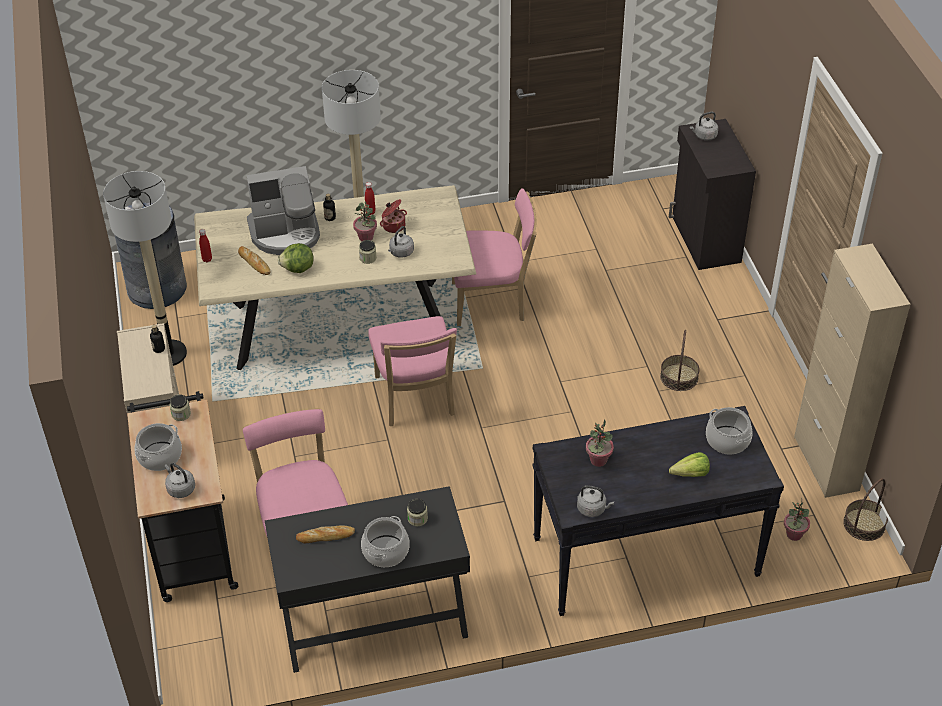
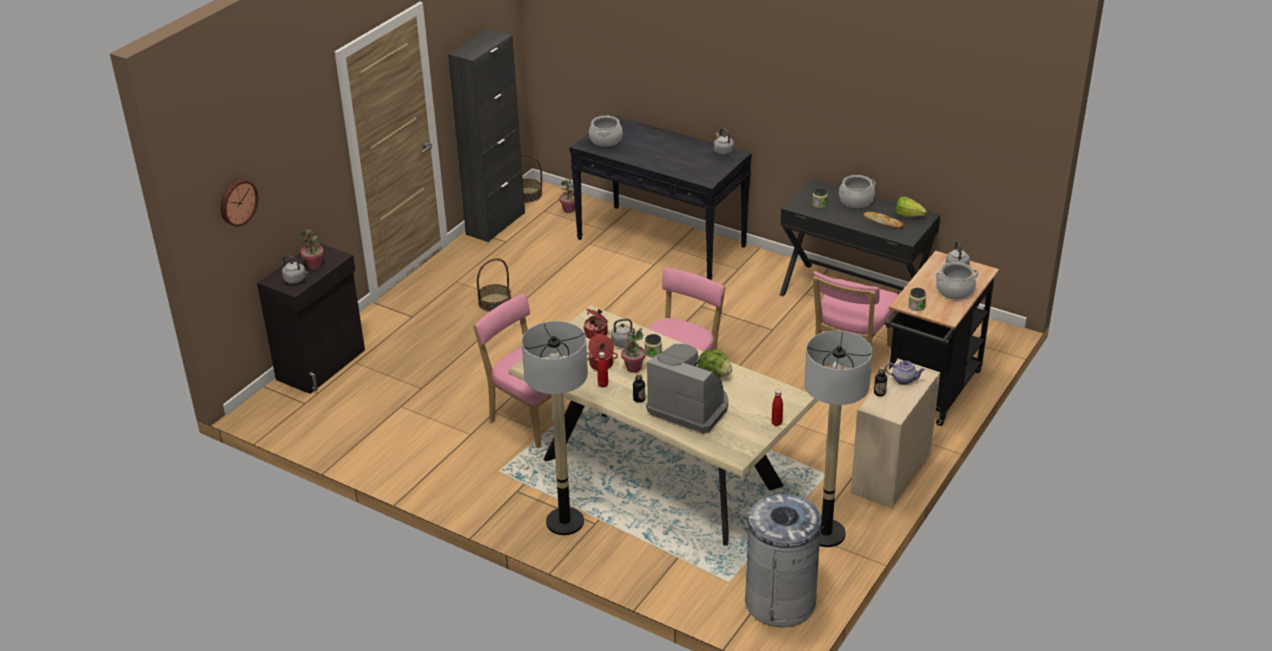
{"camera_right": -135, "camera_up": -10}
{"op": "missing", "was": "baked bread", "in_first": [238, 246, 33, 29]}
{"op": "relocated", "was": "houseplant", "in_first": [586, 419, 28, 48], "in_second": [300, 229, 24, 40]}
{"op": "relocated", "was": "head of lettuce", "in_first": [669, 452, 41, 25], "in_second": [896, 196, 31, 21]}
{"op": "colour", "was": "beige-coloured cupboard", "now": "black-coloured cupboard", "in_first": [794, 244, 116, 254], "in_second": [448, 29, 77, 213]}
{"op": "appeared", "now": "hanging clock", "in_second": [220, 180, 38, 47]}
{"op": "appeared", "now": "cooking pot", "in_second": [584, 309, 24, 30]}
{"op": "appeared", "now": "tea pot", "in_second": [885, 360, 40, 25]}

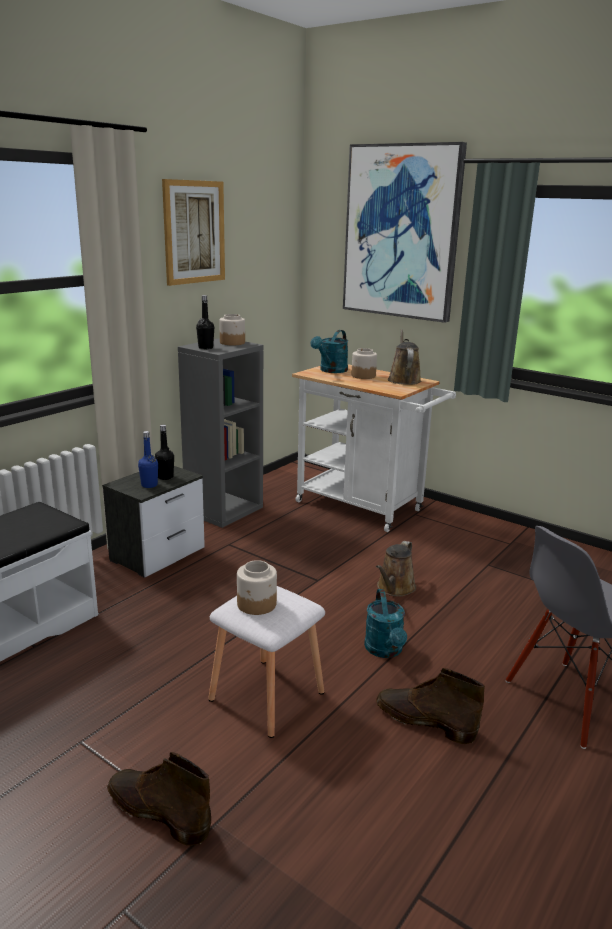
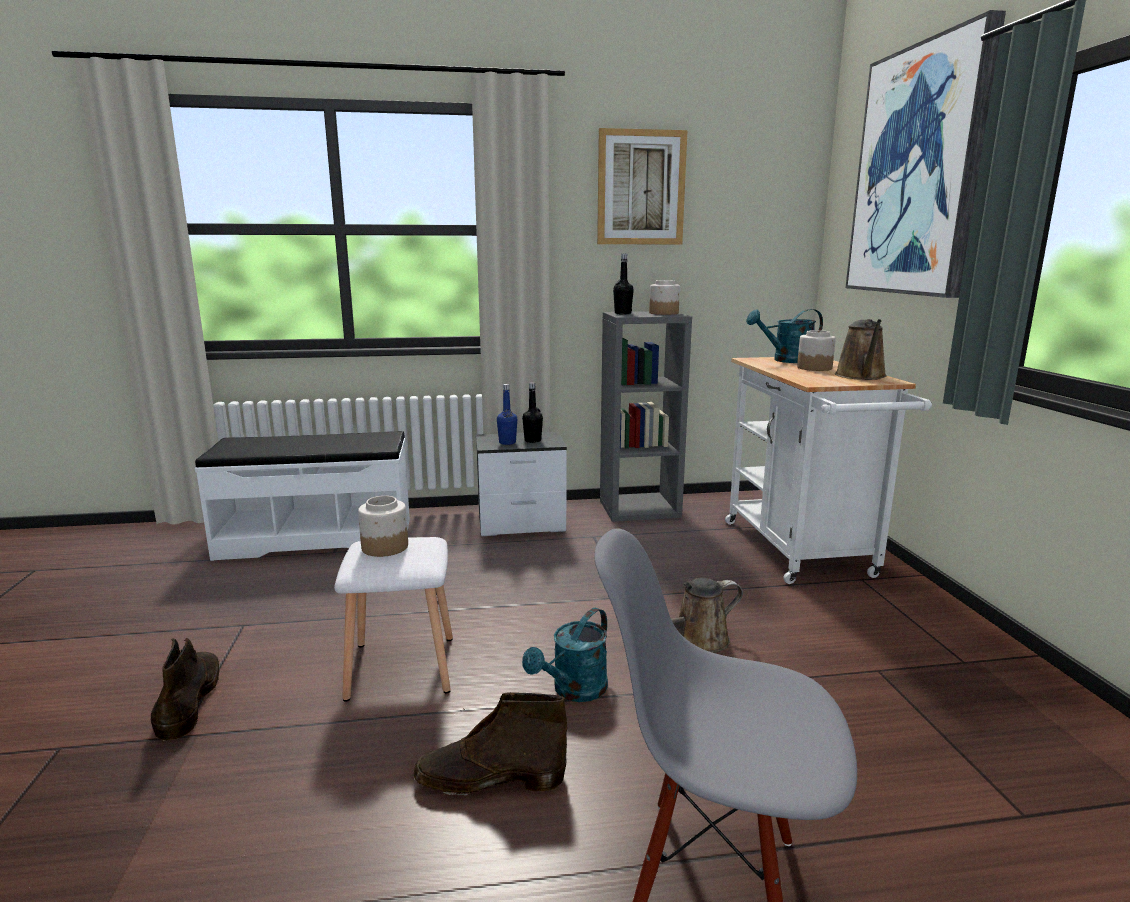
{"camera_right": 45, "camera_up": -5}
{"op": "spun", "was": "brown-coloured boot", "in_first": [376, 668, 109, 76], "in_second": [414, 692, 153, 104], "clockwise": -75}
{"op": "spun", "was": "brown-coloured sprinkling can", "in_first": [388, 329, 33, 56], "in_second": [835, 319, 52, 61], "clockwise": 150}

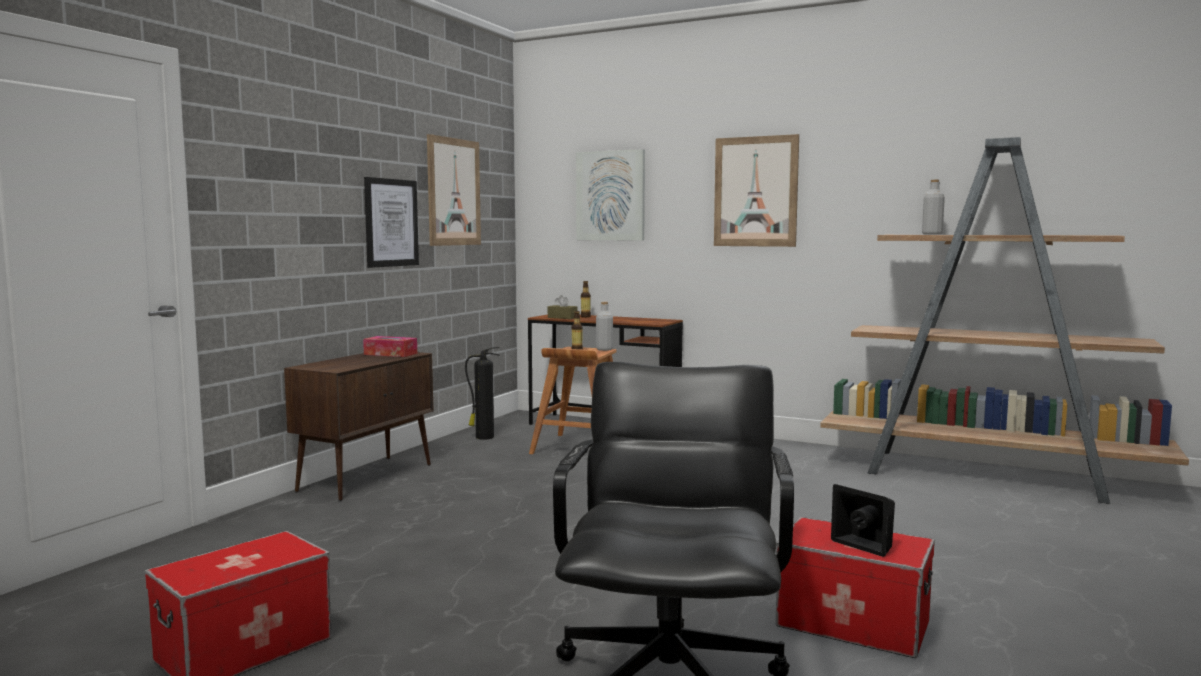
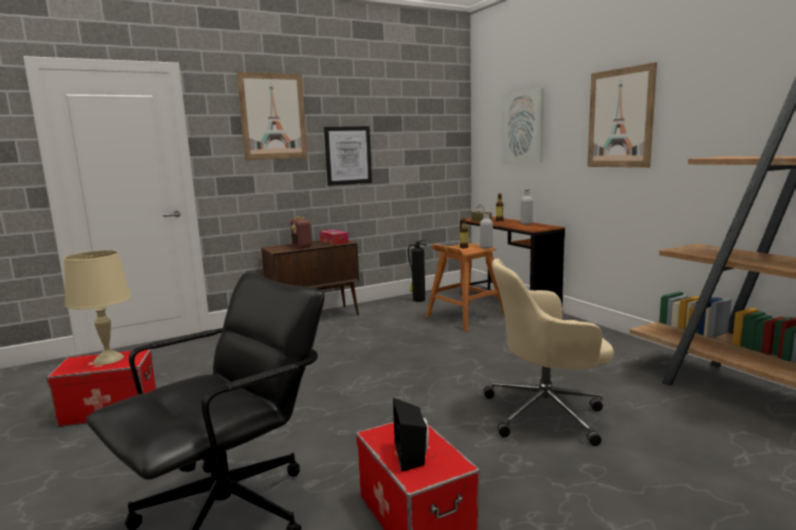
{"camera_right": 35, "camera_up": 5}
{"op": "relocated", "was": "wall picture", "in_first": [427, 134, 54, 112], "in_second": [237, 72, 71, 88]}
{"op": "relocated", "was": "gray bottle", "in_first": [922, 180, 23, 54], "in_second": [520, 189, 13, 36]}
{"op": "appeared", "now": "beige-coloured lamp for a table", "in_second": [64, 250, 67, 115]}
{"op": "appeared", "now": "radio set", "in_second": [290, 216, 23, 32]}
{"op": "appeared", "now": "beige-coloured computer chair", "in_second": [483, 259, 131, 187]}

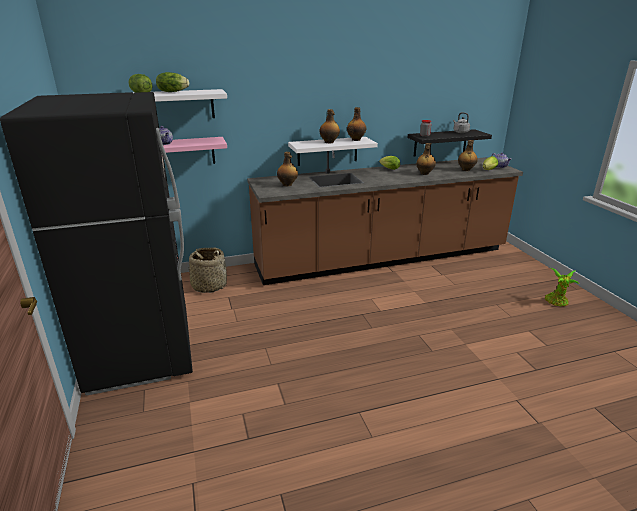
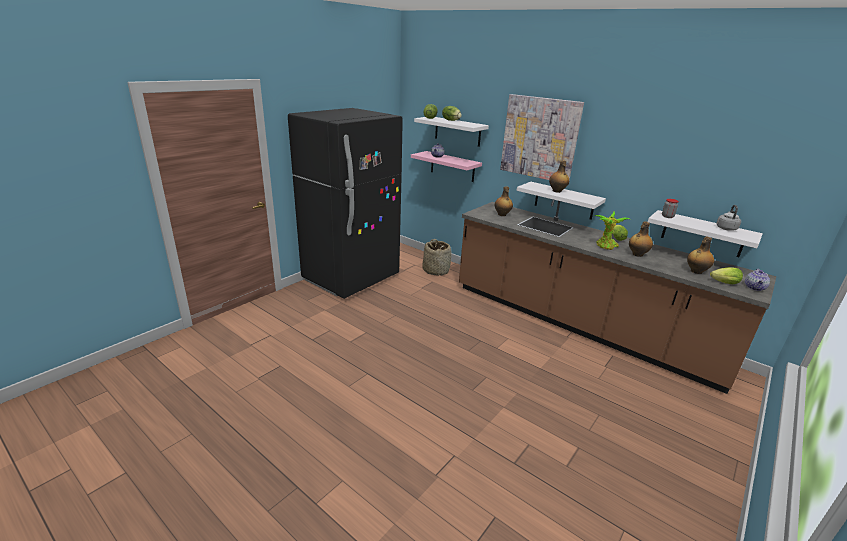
{"camera_right": 55, "camera_up": 0}
{"op": "missing", "was": "bottle", "in_first": [347, 107, 19, 34]}
{"op": "colour", "was": "black-coloured bracket shelf", "now": "white-coloured bracket shelf", "in_first": [408, 129, 84, 28], "in_second": [648, 210, 115, 47]}
{"op": "relocated", "was": "houseplant", "in_first": [545, 268, 34, 38], "in_second": [595, 211, 34, 39]}
{"op": "appeared", "now": "wall picture", "in_second": [500, 94, 84, 86]}

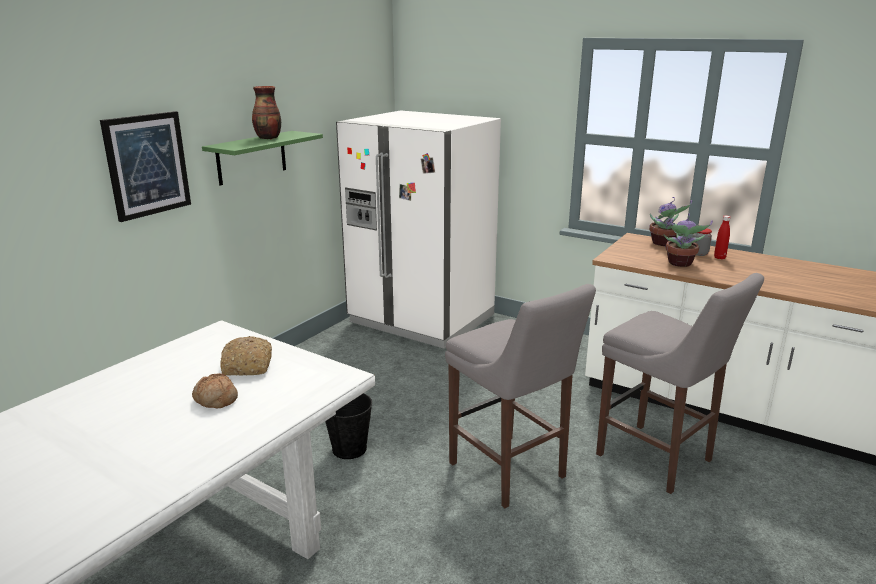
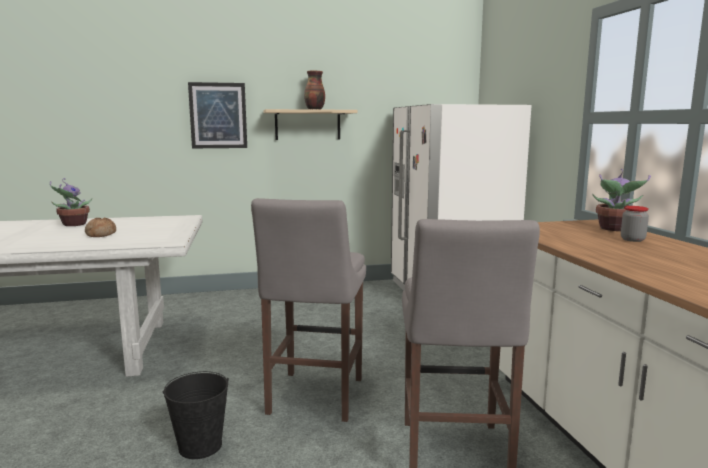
{"camera_right": 45, "camera_up": -10}
{"op": "colour", "was": "greenish bracket shelf", "now": "beige-coloured bracket shelf", "in_first": [202, 131, 121, 55], "in_second": [263, 109, 94, 31]}
{"op": "missing", "was": "baked bread", "in_first": [220, 336, 52, 40]}
{"op": "relocated", "was": "black-coloured water bucket", "in_first": [325, 393, 47, 66], "in_second": [163, 371, 66, 88]}
{"op": "relocated", "was": "houseplant", "in_first": [663, 214, 50, 53], "in_second": [50, 178, 42, 48]}
{"op": "missing", "was": "reddish bottle", "in_first": [714, 216, 16, 43]}

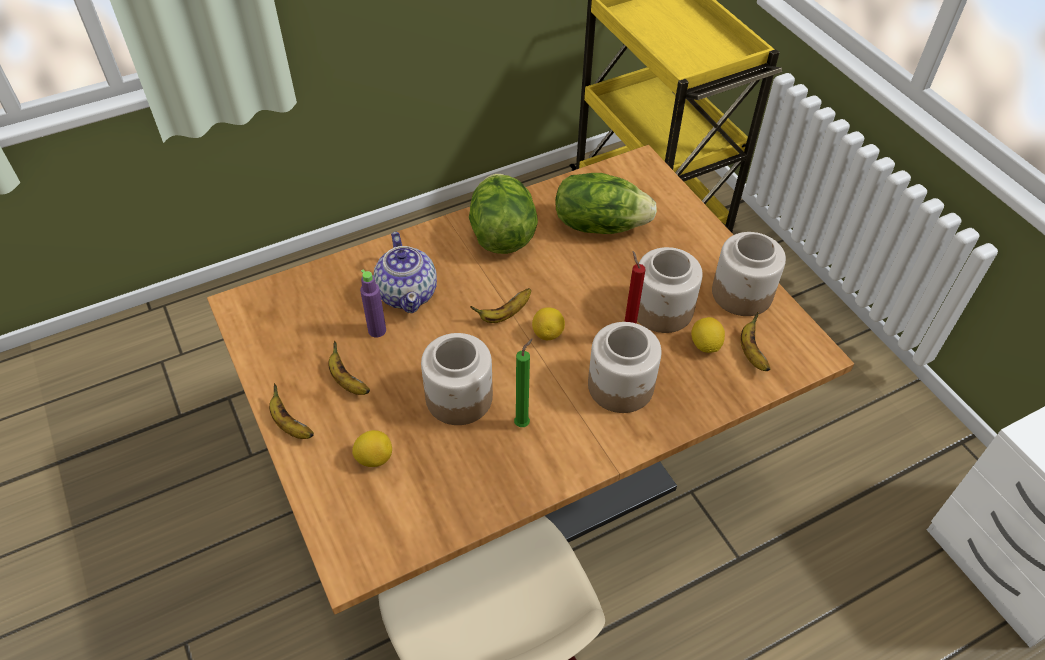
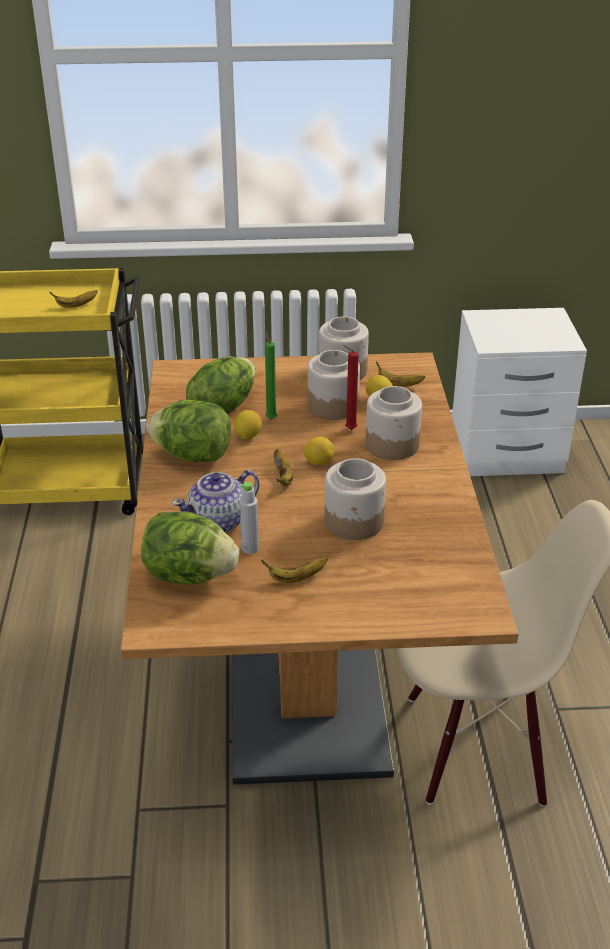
{"camera_right": -65, "camera_up": -15}
{"op": "relocated", "was": "banana", "in_first": [269, 383, 45, 56], "in_second": [50, 290, 48, 18]}
{"op": "relocated", "was": "citrus fruit", "in_first": [352, 430, 40, 37], "in_second": [234, 410, 28, 30]}
{"op": "colour", "was": "purplish bottle", "now": "gray bottle", "in_first": [360, 269, 26, 68], "in_second": [239, 482, 20, 72]}
{"op": "spun", "was": "tea pot", "in_first": [374, 232, 63, 81], "in_second": [172, 470, 88, 63], "clockwise": 135}
{"op": "relocated", "was": "greenish candle", "in_first": [514, 338, 19, 89], "in_second": [265, 331, 12, 88]}
{"op": "appeared", "now": "head of lettuce", "in_second": [141, 511, 98, 73]}

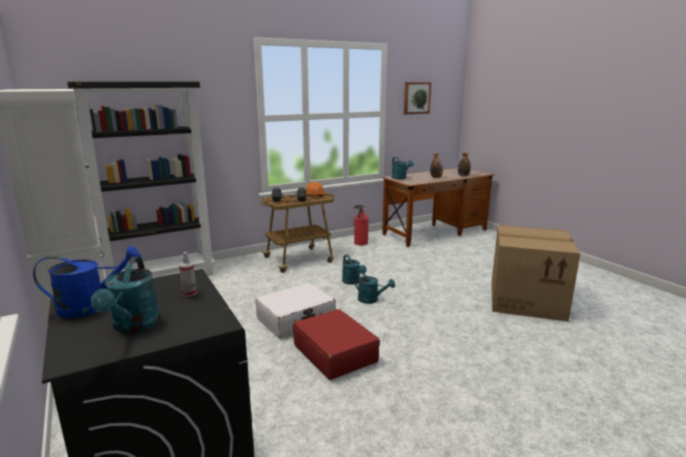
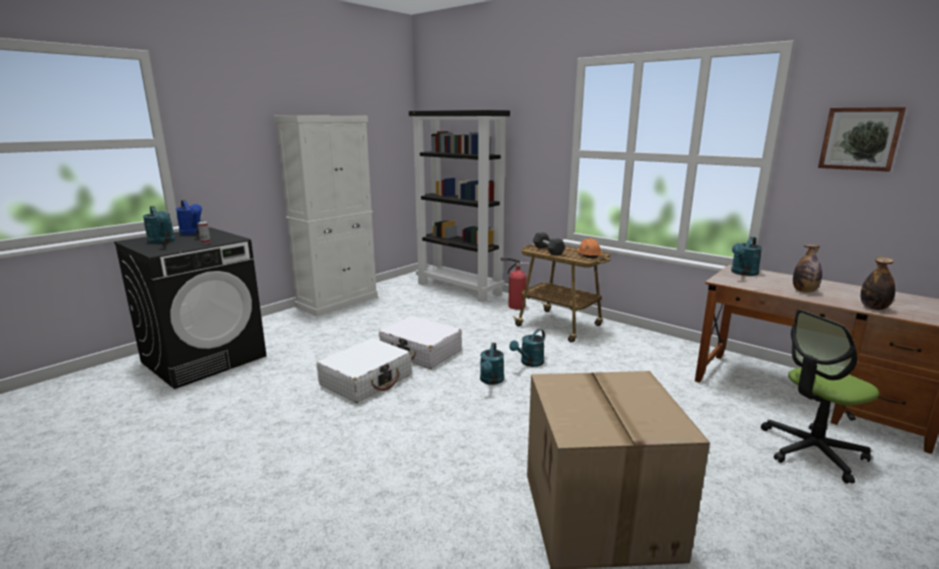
{"camera_right": 70, "camera_up": 0}
{"op": "spun", "was": "turquoise sprinkling can", "in_first": [91, 257, 69, 76], "in_second": [142, 206, 33, 38], "clockwise": -105}
{"op": "colour", "was": "reddish piece of luggage", "now": "white-coloured piece of luggage", "in_first": [293, 309, 87, 71], "in_second": [317, 338, 95, 65]}
{"op": "relocated", "was": "fire-fighting cylinder", "in_first": [354, 205, 15, 40], "in_second": [501, 258, 28, 51]}
{"op": "appeared", "now": "computer chair", "in_second": [761, 309, 118, 174]}

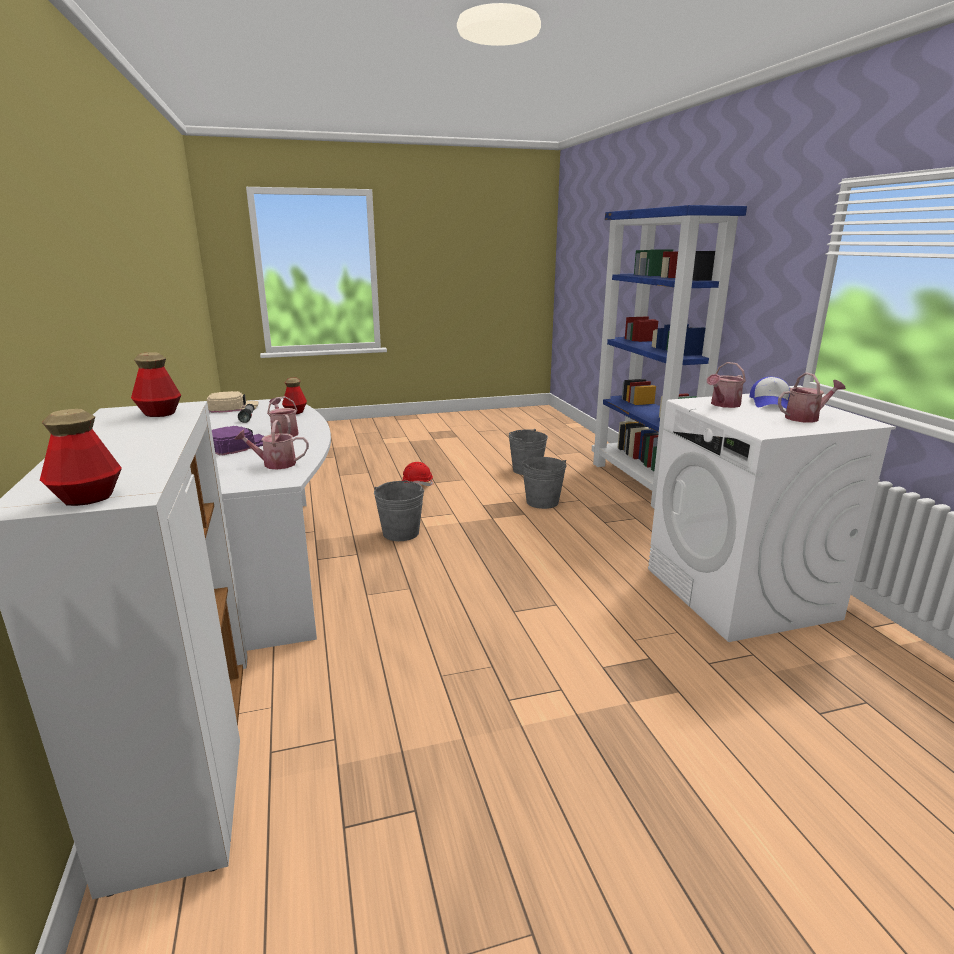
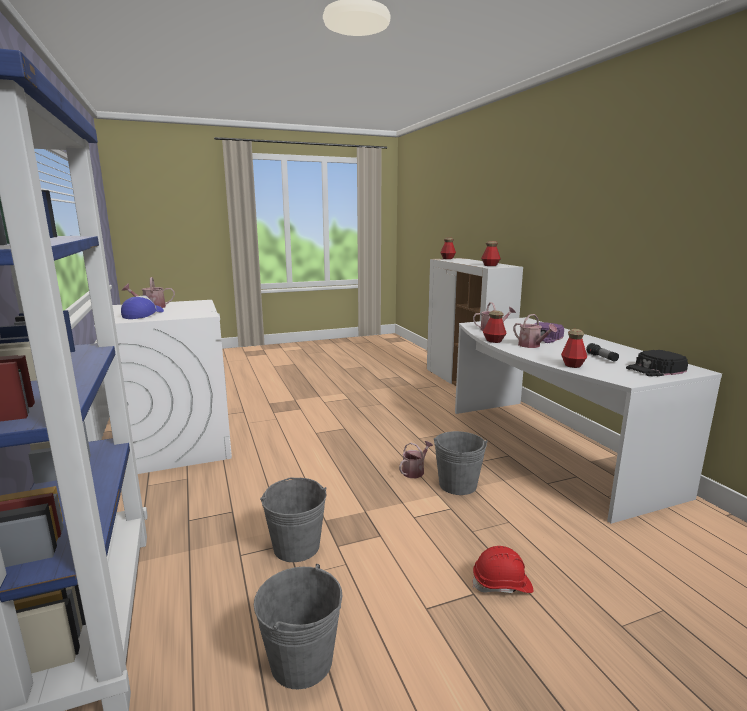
{"camera_right": 175, "camera_up": -5}
{"op": "colour", "was": "beige-coloured baseball cap", "now": "black-coloured baseball cap", "in_first": [207, 391, 52, 22], "in_second": [626, 350, 62, 27]}
{"op": "relocated", "was": "sprinkling can", "in_first": [707, 362, 39, 46], "in_second": [399, 441, 34, 37]}
{"op": "appeared", "now": "bottle", "in_second": [483, 310, 24, 33]}

